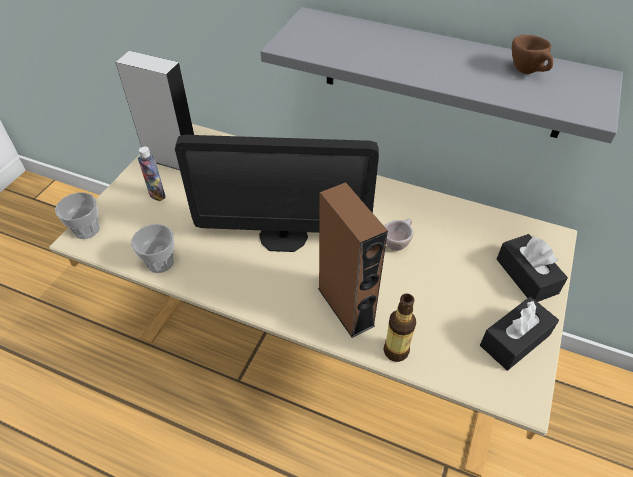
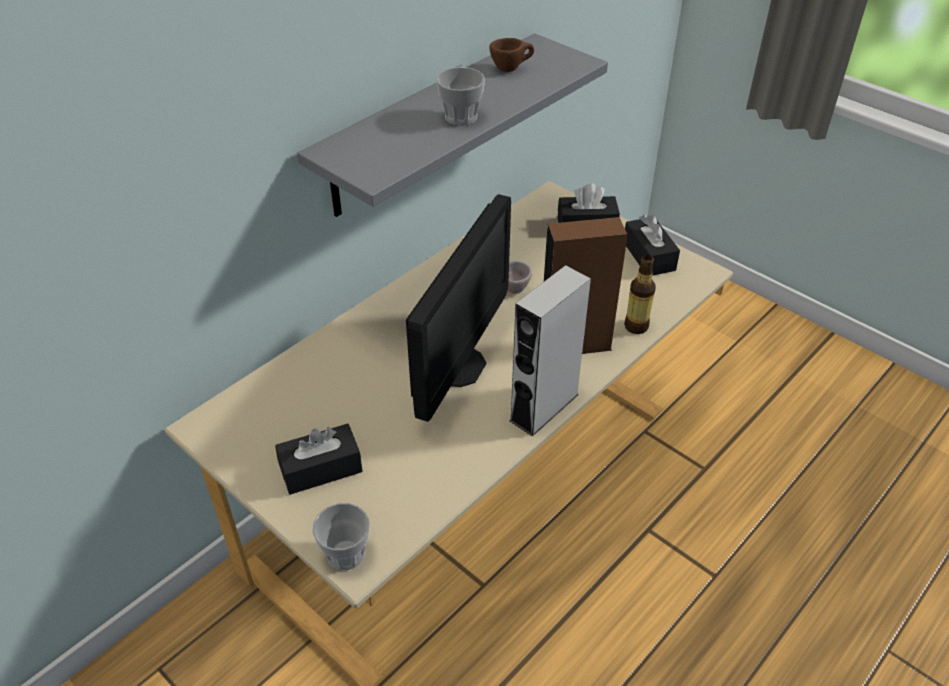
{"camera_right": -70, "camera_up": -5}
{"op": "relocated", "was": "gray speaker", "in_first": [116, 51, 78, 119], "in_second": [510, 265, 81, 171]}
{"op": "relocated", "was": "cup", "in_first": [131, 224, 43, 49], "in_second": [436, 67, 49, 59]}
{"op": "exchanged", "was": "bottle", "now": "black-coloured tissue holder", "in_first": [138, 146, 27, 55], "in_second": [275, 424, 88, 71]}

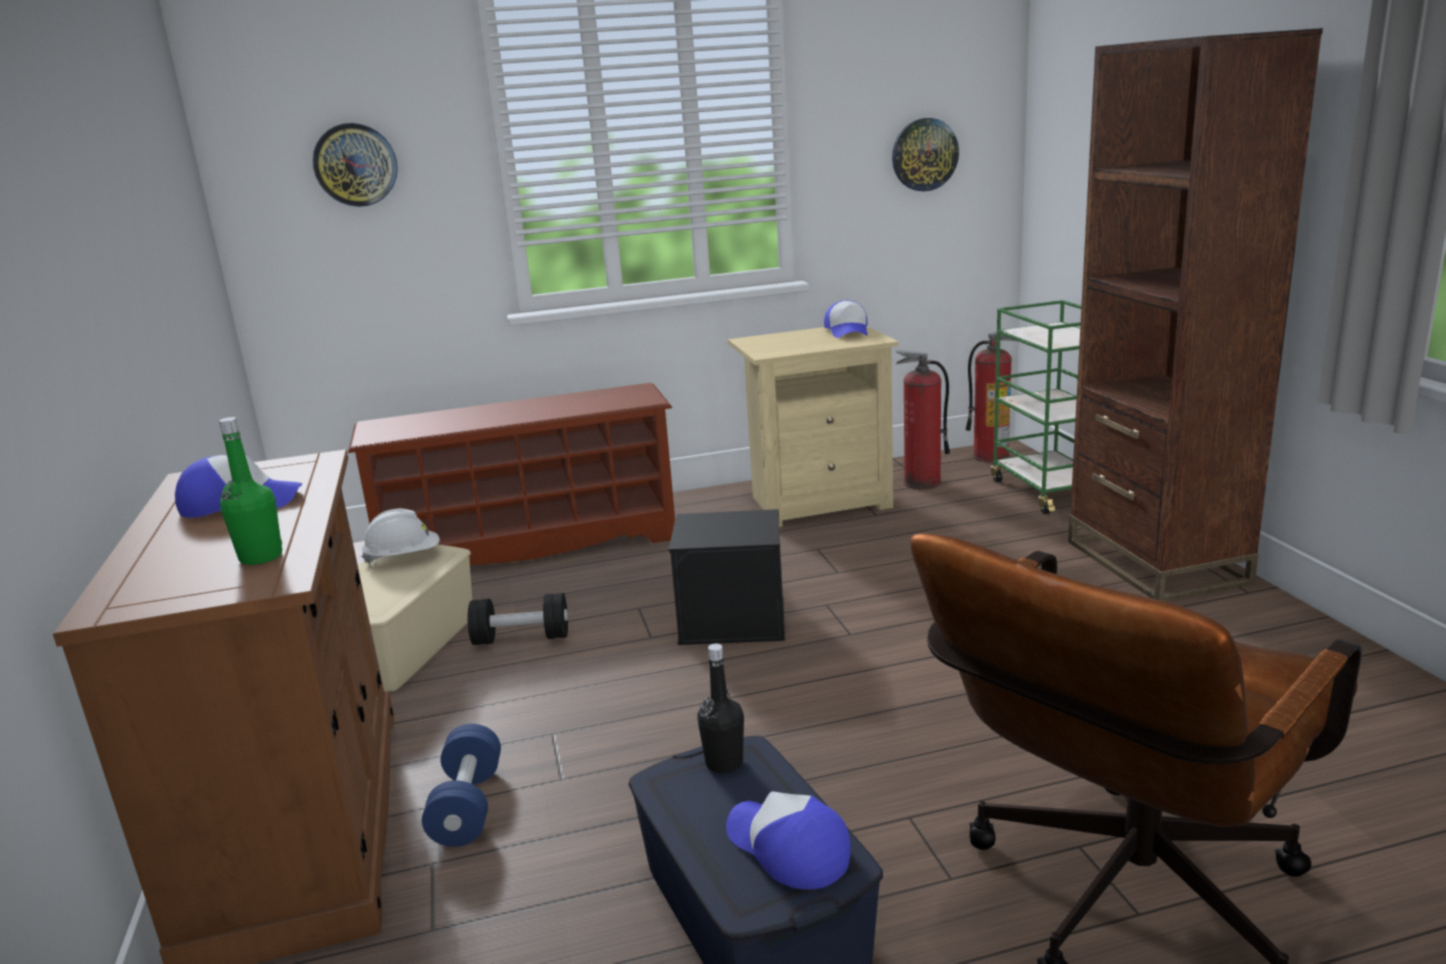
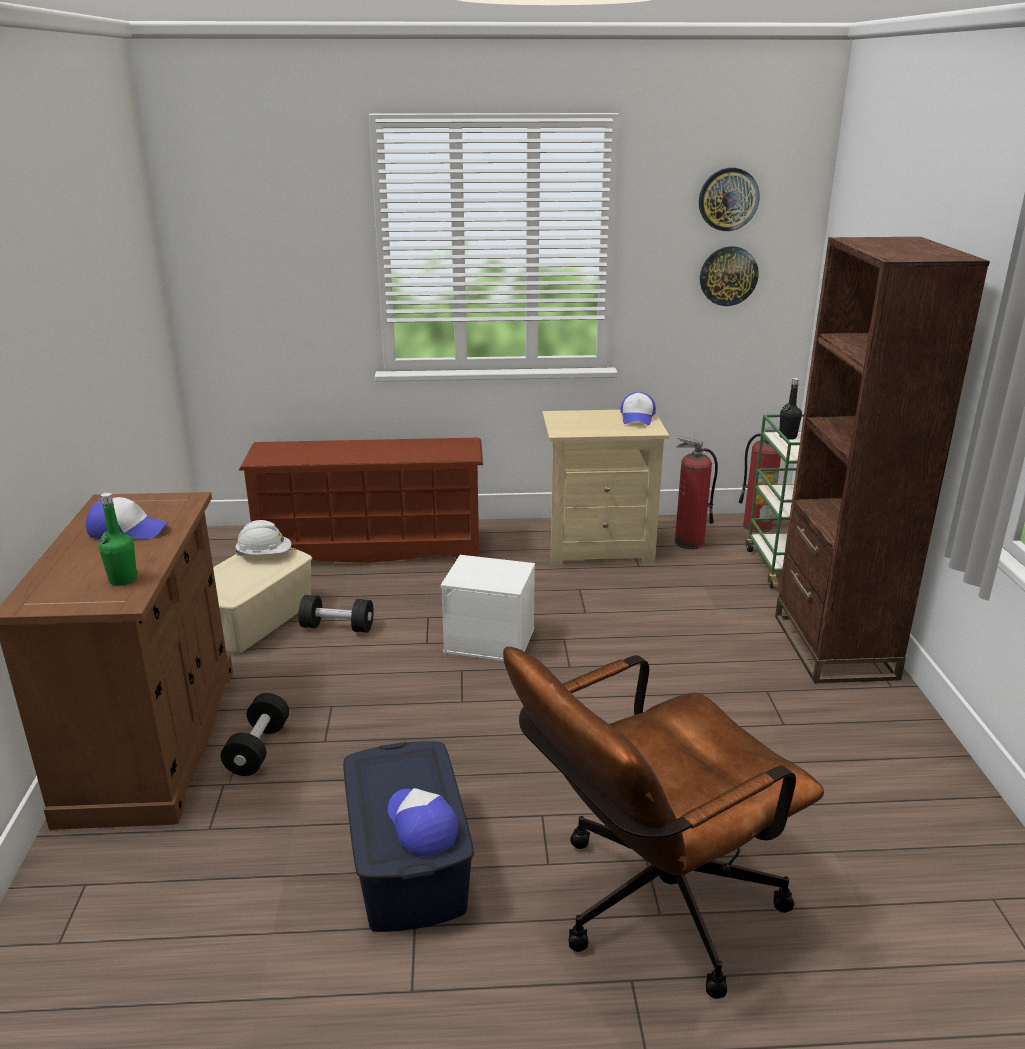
{"camera_right": 10, "camera_up": 5}
{"op": "relocated", "was": "hanging clock", "in_first": [313, 123, 85, 84], "in_second": [699, 168, 61, 63]}
{"op": "colour", "was": "blue hand weight", "now": "black-coloured hand weight", "in_first": [422, 724, 79, 123], "in_second": [221, 693, 68, 83]}
{"op": "colour", "was": "black-coloured storage container", "now": "white-coloured storage container", "in_first": [669, 509, 116, 136], "in_second": [441, 555, 94, 106]}
{"op": "relocated", "was": "black-coloured bottle", "in_first": [697, 644, 47, 129], "in_second": [779, 378, 23, 62]}

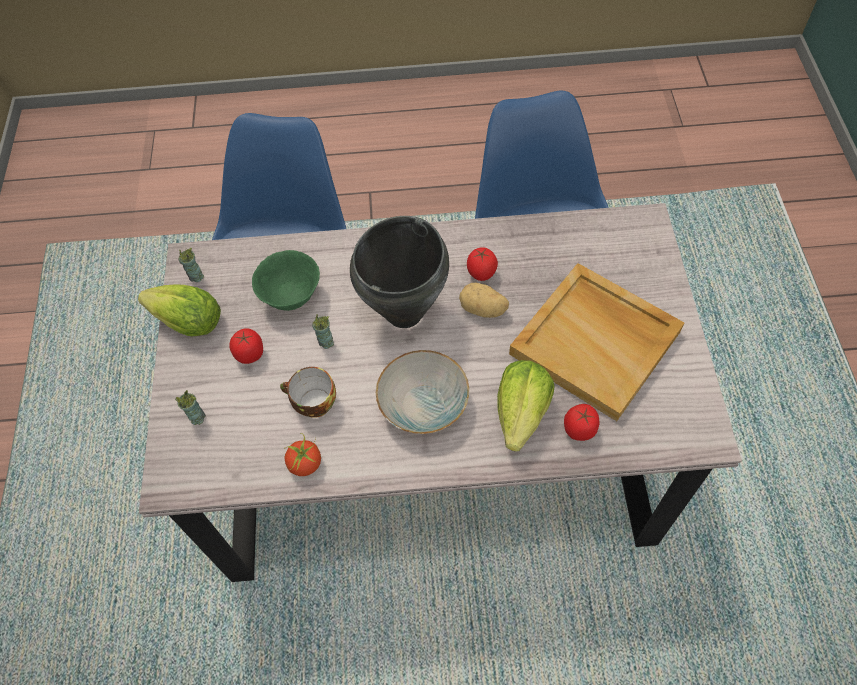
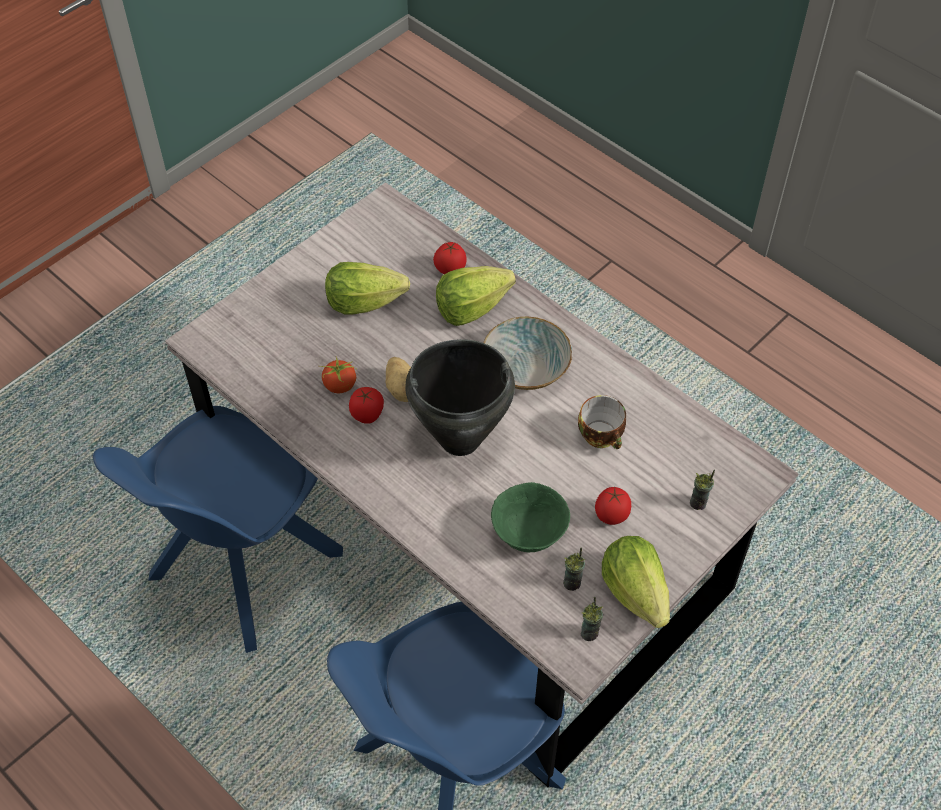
{"camera_right": -135, "camera_up": -5}
{"op": "relocated", "was": "fresh tomato", "in_first": [285, 433, 36, 43], "in_second": [318, 356, 38, 37]}
{"op": "relocated", "was": "cup", "in_first": [312, 314, 22, 35], "in_second": [563, 548, 22, 43]}
{"op": "exchanged", "was": "beige-coloured serving tray", "now": "head of lettuce", "in_first": [509, 263, 175, 158], "in_second": [325, 262, 85, 53]}

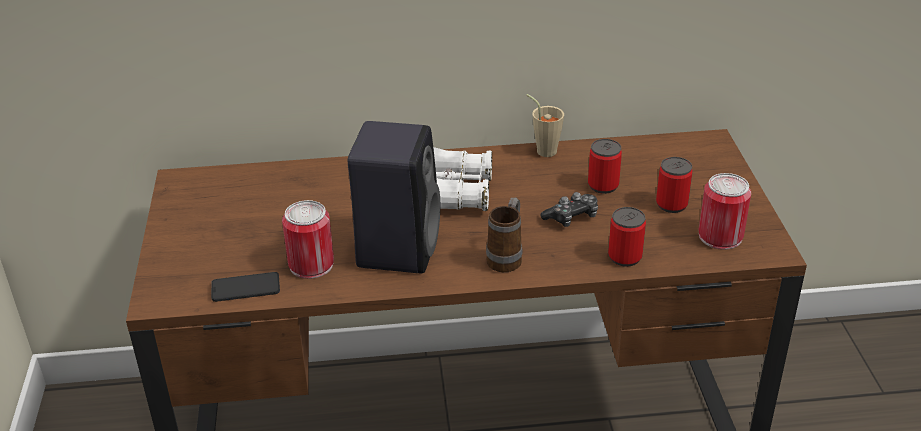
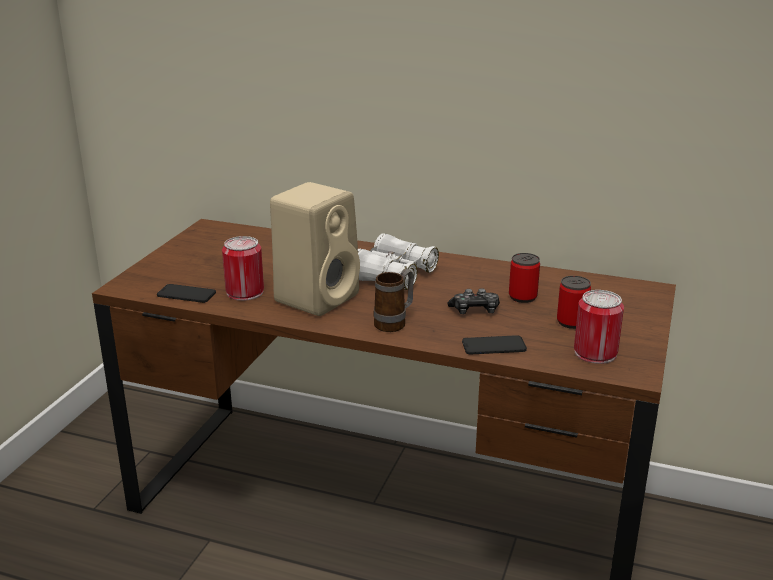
{"camera_right": 25, "camera_up": -10}
{"op": "colour", "was": "black-coloured speaker", "now": "beige-coloured speaker", "in_first": [348, 121, 92, 152], "in_second": [270, 182, 90, 134]}
{"op": "missing", "was": "beige-coloured cup", "in_first": [527, 94, 37, 63]}
{"op": "exchanged", "was": "metal can", "now": "telephone", "in_first": [608, 207, 38, 60], "in_second": [462, 335, 65, 20]}

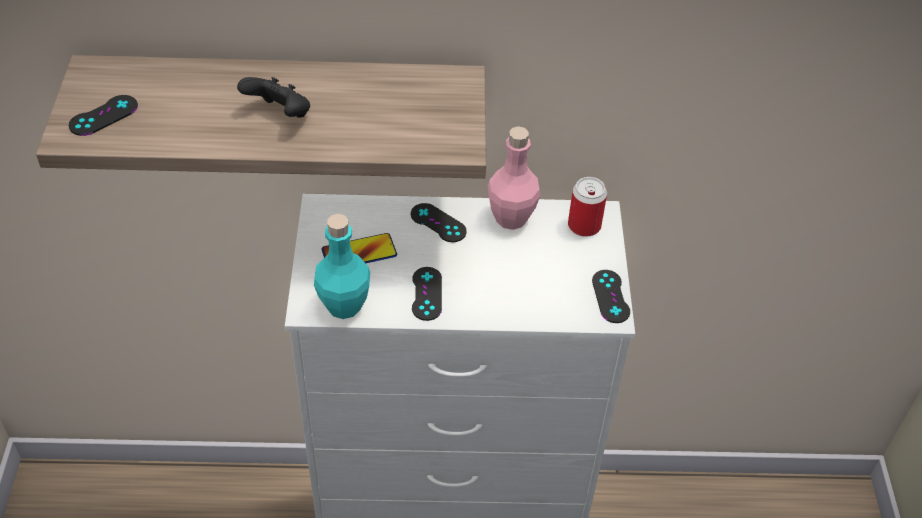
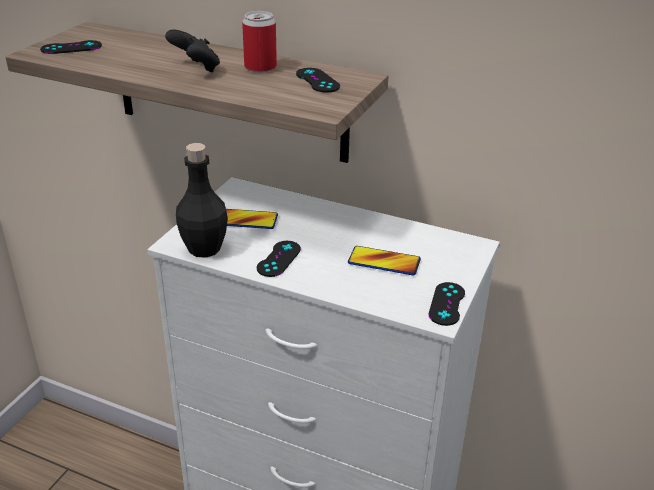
{"camera_right": 25, "camera_up": -15}
{"op": "colour", "was": "turquoise bottle", "now": "black-coloured bottle", "in_first": [314, 214, 56, 105], "in_second": [176, 143, 52, 115]}
{"op": "relocated", "was": "black-coloured gamepad", "in_first": [411, 203, 56, 39], "in_second": [296, 68, 44, 25]}
{"op": "missing", "was": "pinkish bottle", "in_first": [488, 126, 52, 104]}
{"op": "relocated", "was": "metal can", "in_first": [568, 177, 39, 60], "in_second": [242, 11, 35, 62]}
{"op": "appeared", "now": "telephone", "in_second": [348, 246, 73, 29]}

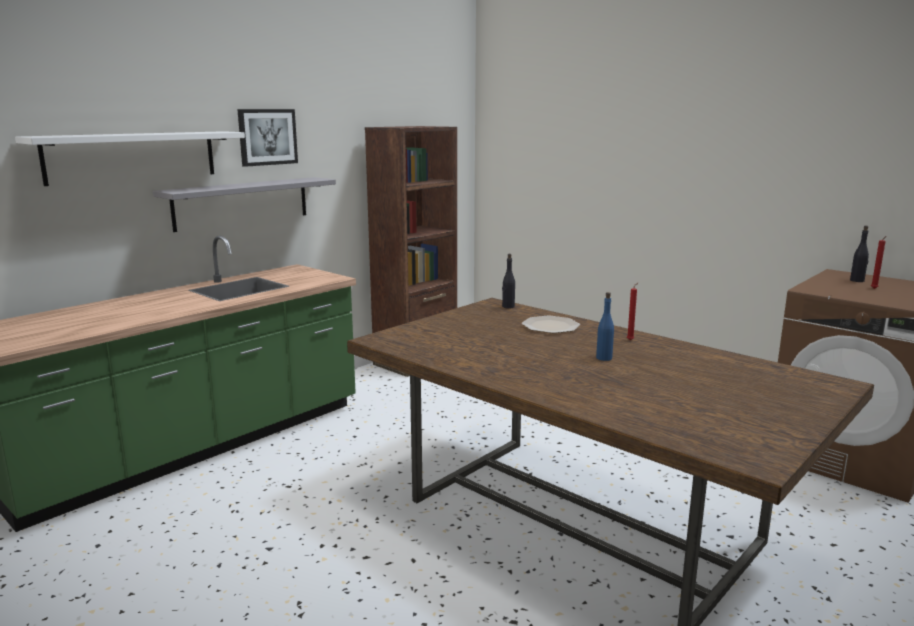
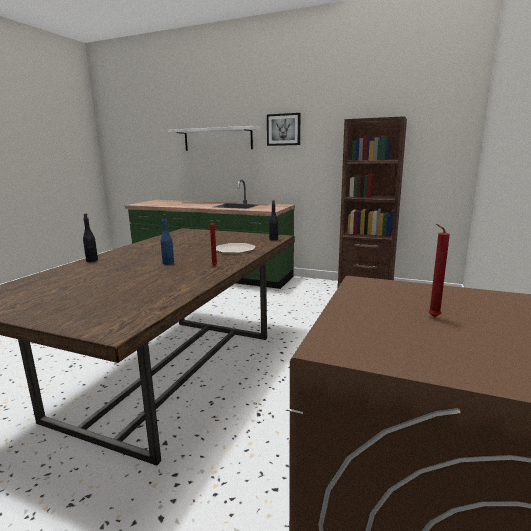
{"camera_right": 70, "camera_up": 0}
{"op": "missing", "was": "gray bracket shelf", "in_first": [153, 177, 183, 55]}
{"op": "relocated", "was": "black-coloured bottle", "in_first": [850, 226, 19, 56], "in_second": [83, 213, 15, 49]}

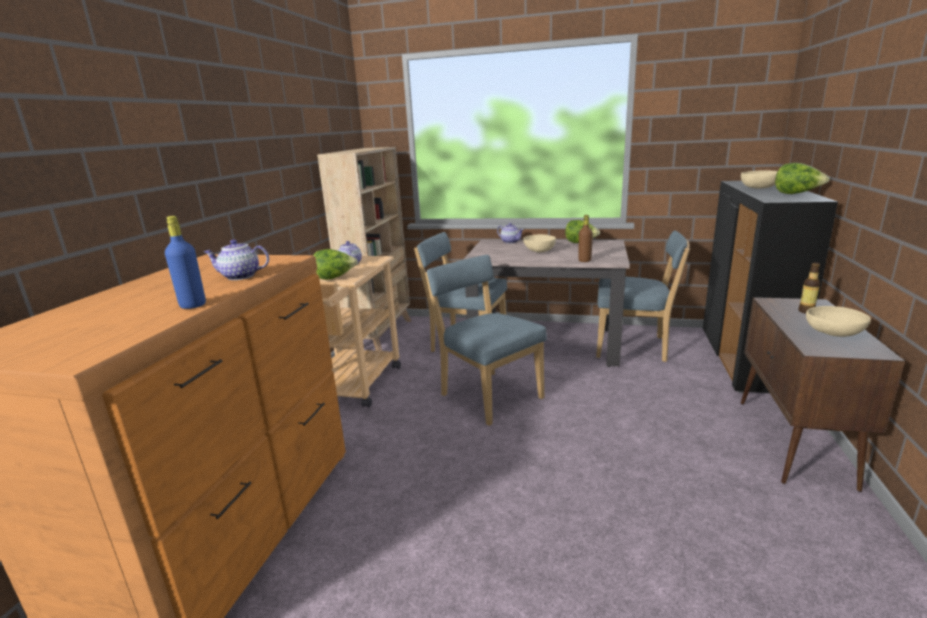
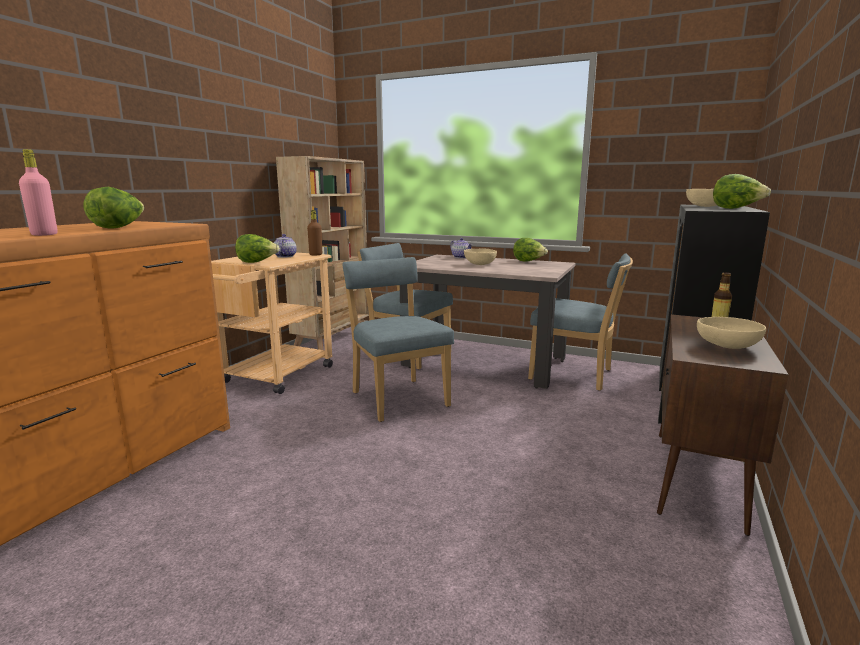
{"camera_right": 10, "camera_up": -5}
{"op": "colour", "was": "blue bottle", "now": "pinkish bottle", "in_first": [165, 216, 41, 93], "in_second": [19, 149, 38, 87]}
{"op": "exchanged", "was": "tea pot", "now": "head of lettuce", "in_first": [204, 239, 65, 41], "in_second": [84, 187, 60, 42]}
{"op": "relocated", "was": "brown-coloured bottle", "in_first": [578, 215, 15, 47], "in_second": [307, 210, 15, 46]}

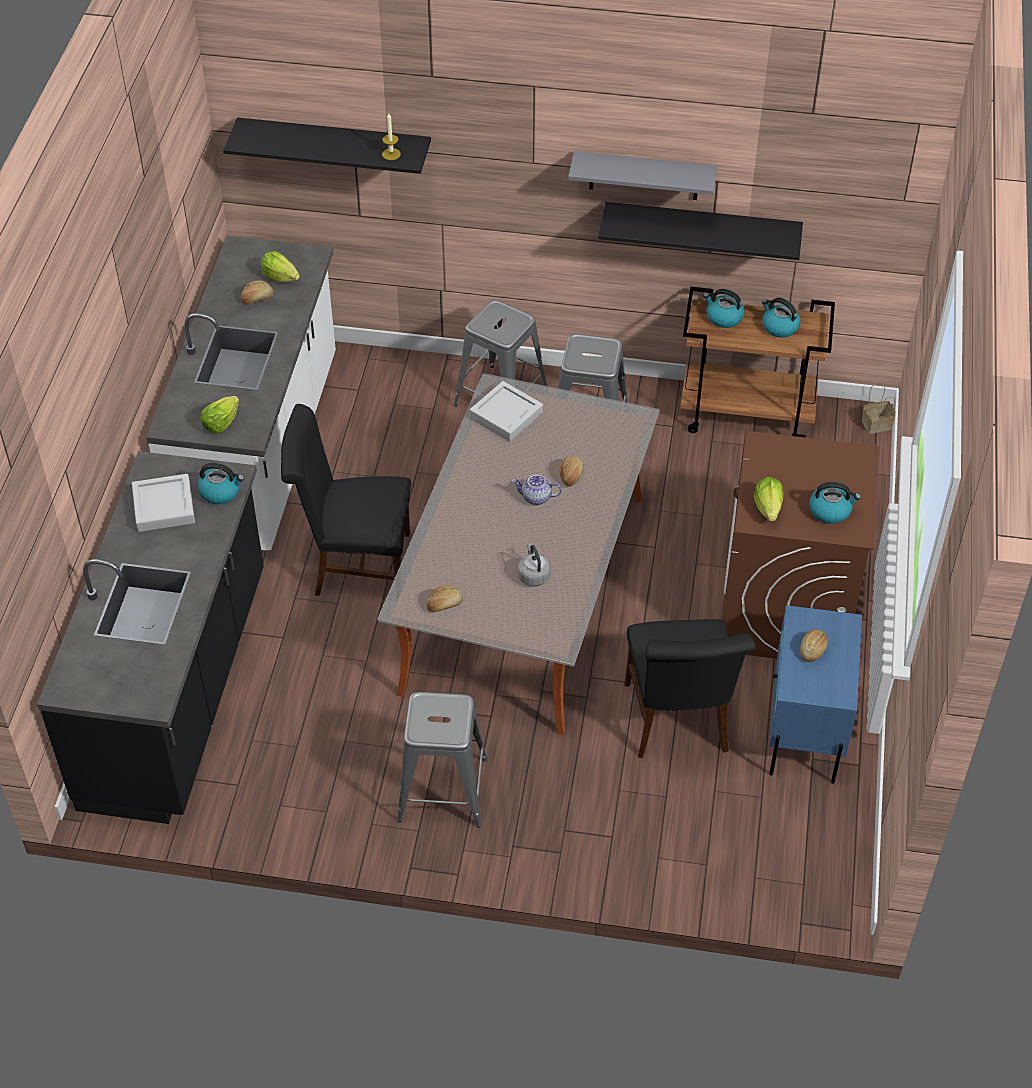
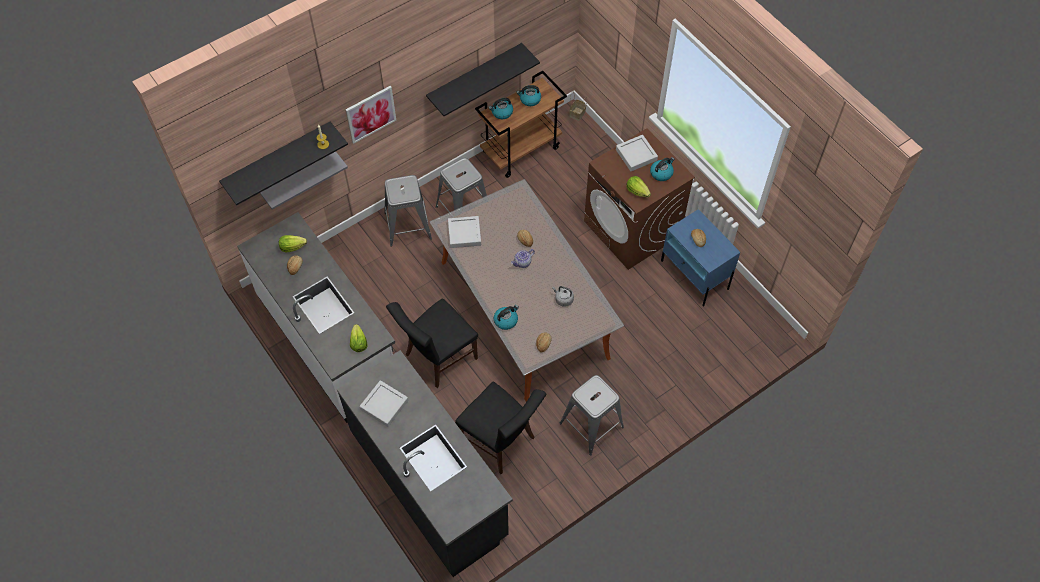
{"camera_right": -45, "camera_up": 10}
{"op": "relocated", "was": "kettle", "in_first": [197, 463, 47, 41], "in_second": [494, 305, 25, 25]}
{"op": "relocated", "was": "gray bracket shelf", "in_first": [568, 151, 149, 49], "in_second": [260, 151, 88, 59]}
{"op": "relocated", "was": "black-coloured upright chair", "in_first": [625, 619, 131, 139], "in_second": [455, 382, 91, 93]}
{"op": "appeared", "now": "wall picture", "in_second": [345, 86, 51, 58]}
{"op": "appeared", "now": "gray serving tray", "in_second": [616, 135, 42, 36]}

